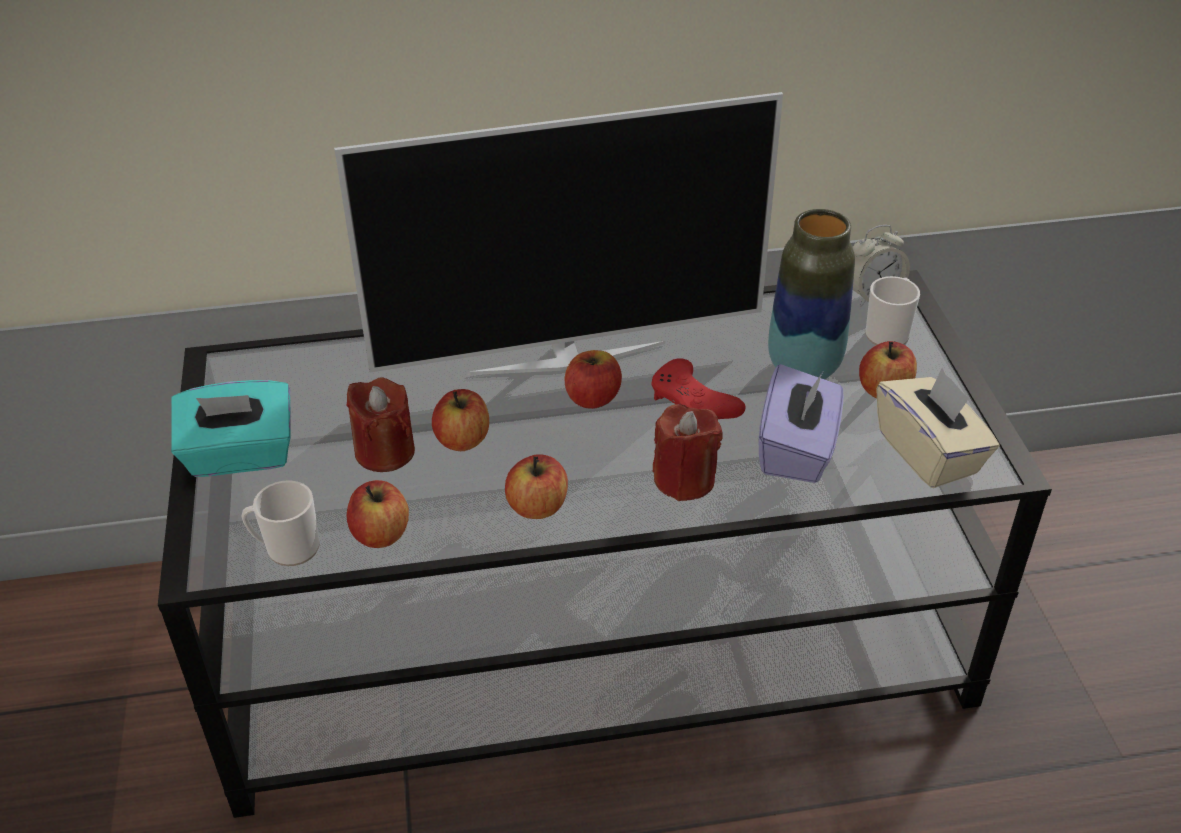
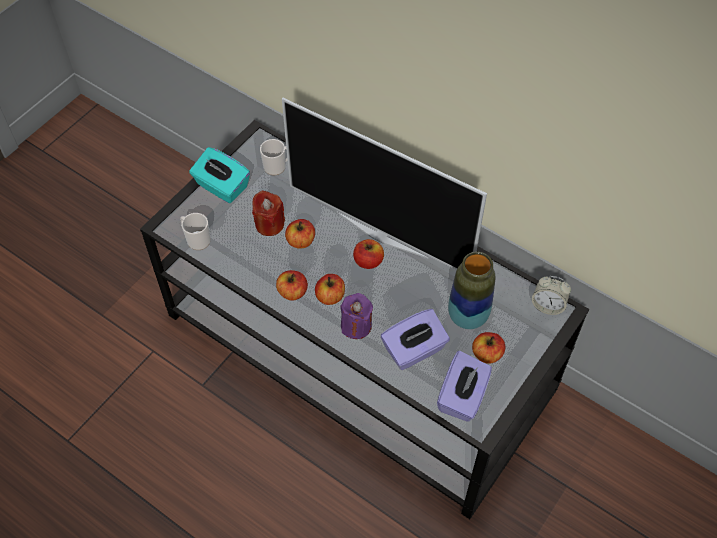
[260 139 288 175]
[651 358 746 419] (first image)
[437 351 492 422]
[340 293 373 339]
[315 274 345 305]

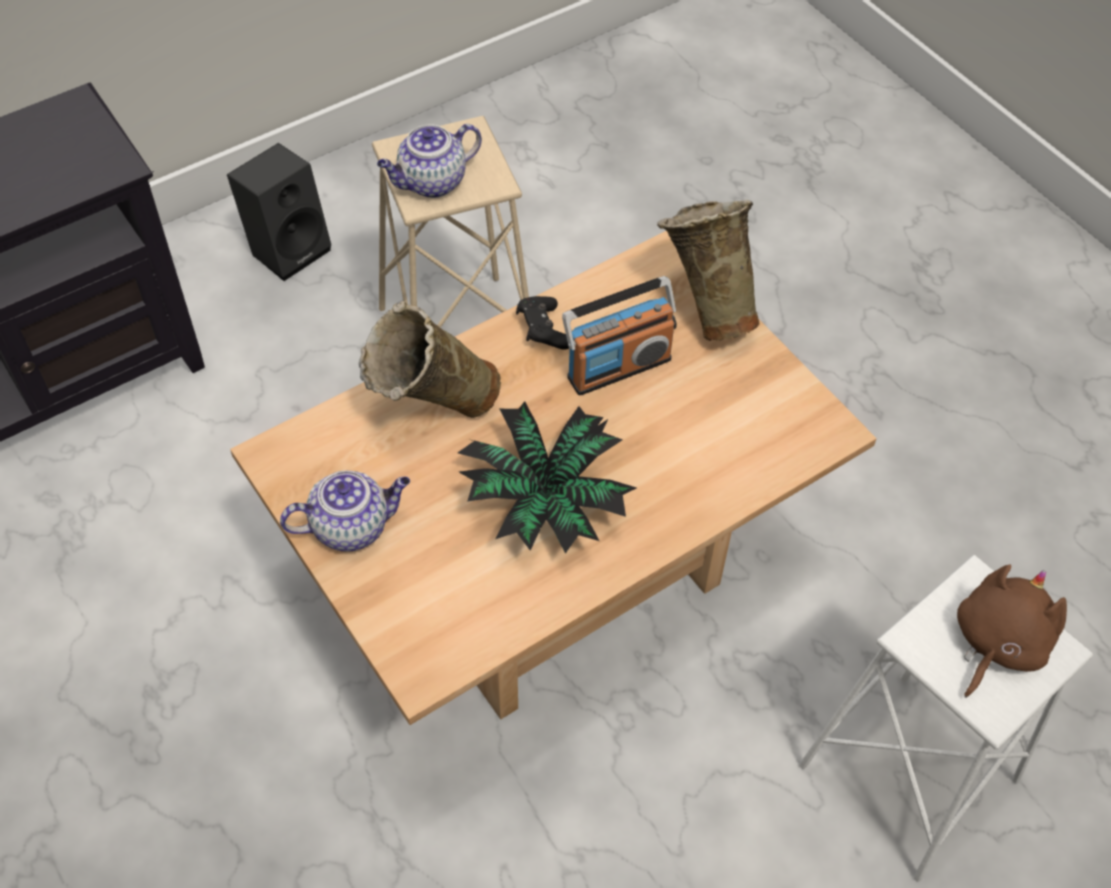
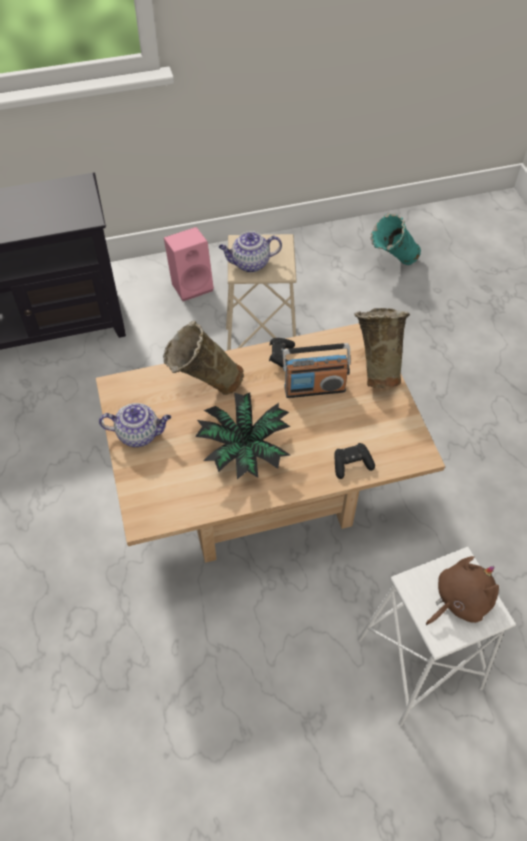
[164 227 214 301]
[370 213 421 265]
[334 443 375 479]

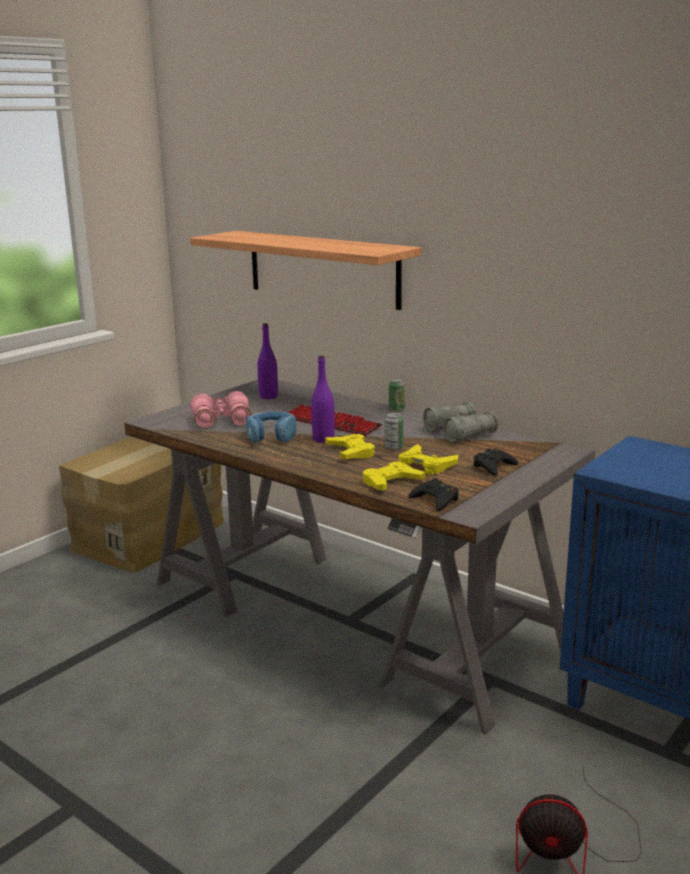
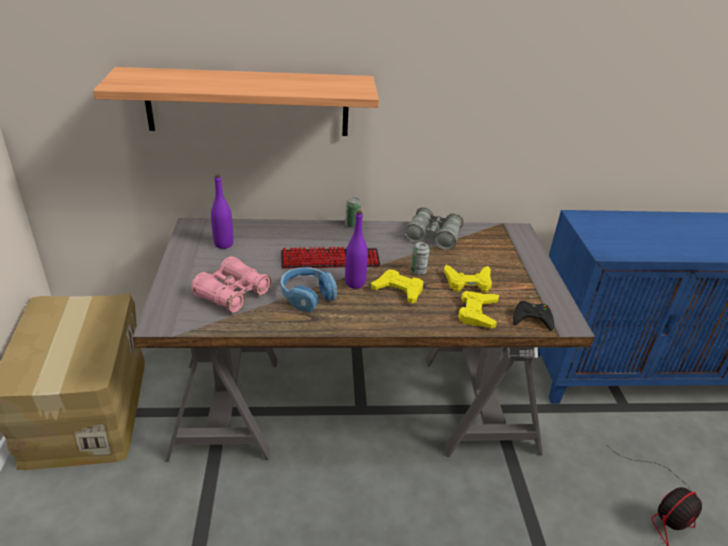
[473 449 518 476] (first image)

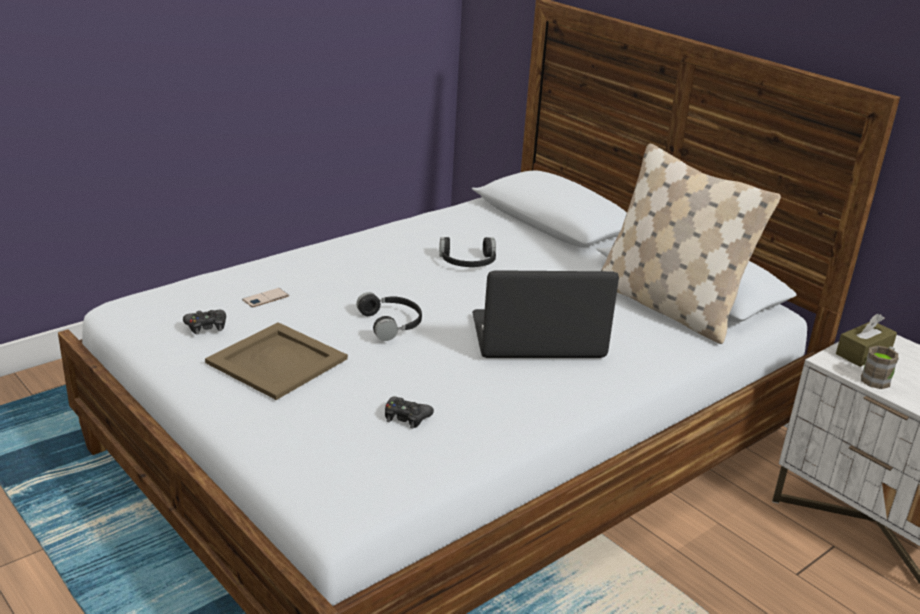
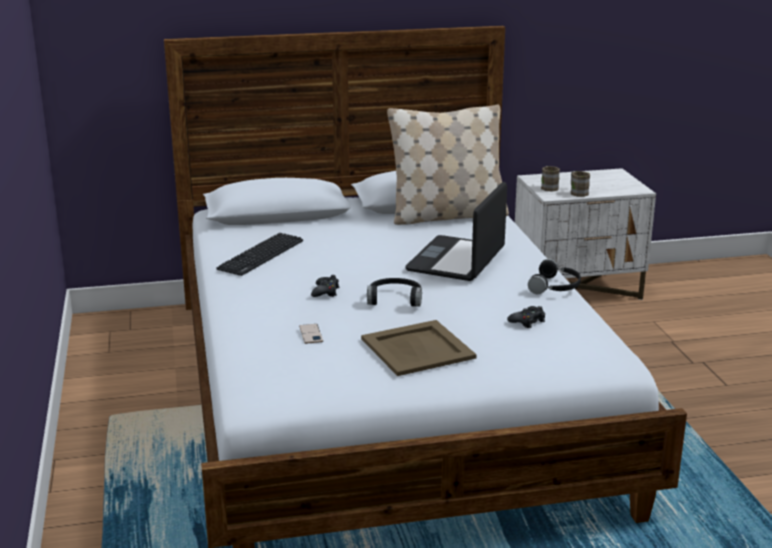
[528 259 581 294]
[311 275 340 297]
[541 166 560 192]
[216 233 303 276]

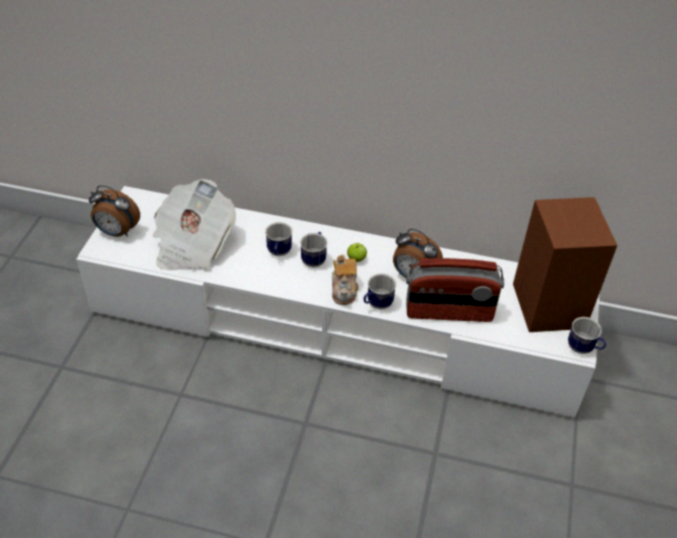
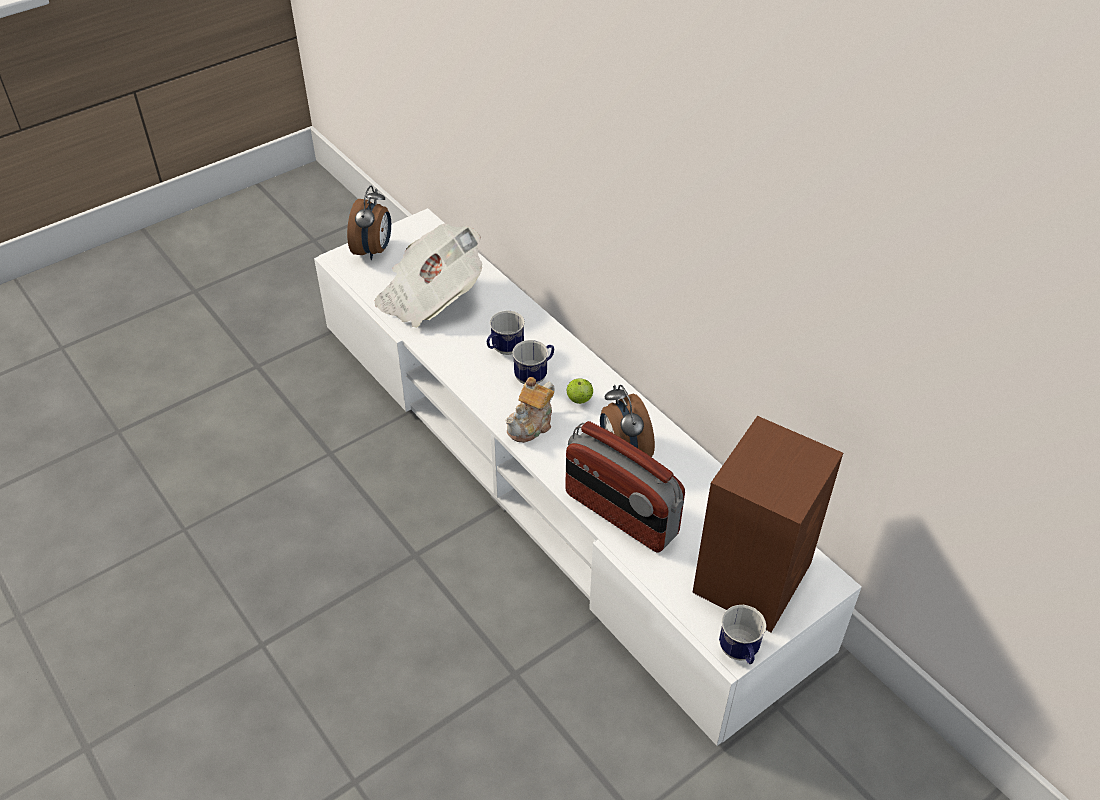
[347 186 391 260]
[364 273 396 309] (first image)

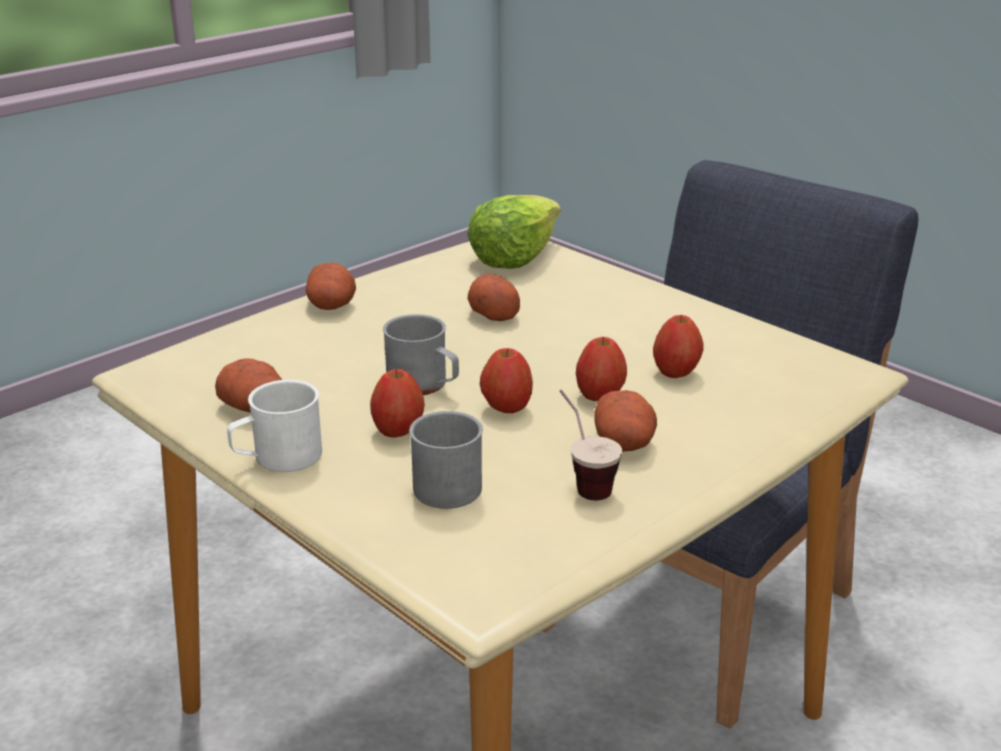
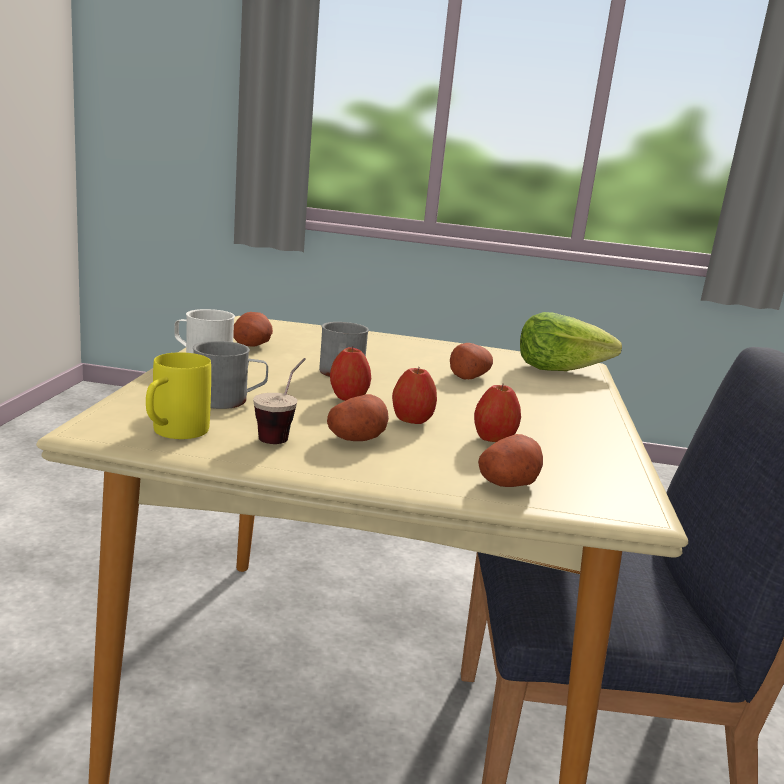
[478 434 543 487]
[370 369 425 438] (first image)
[146 352 211 439]

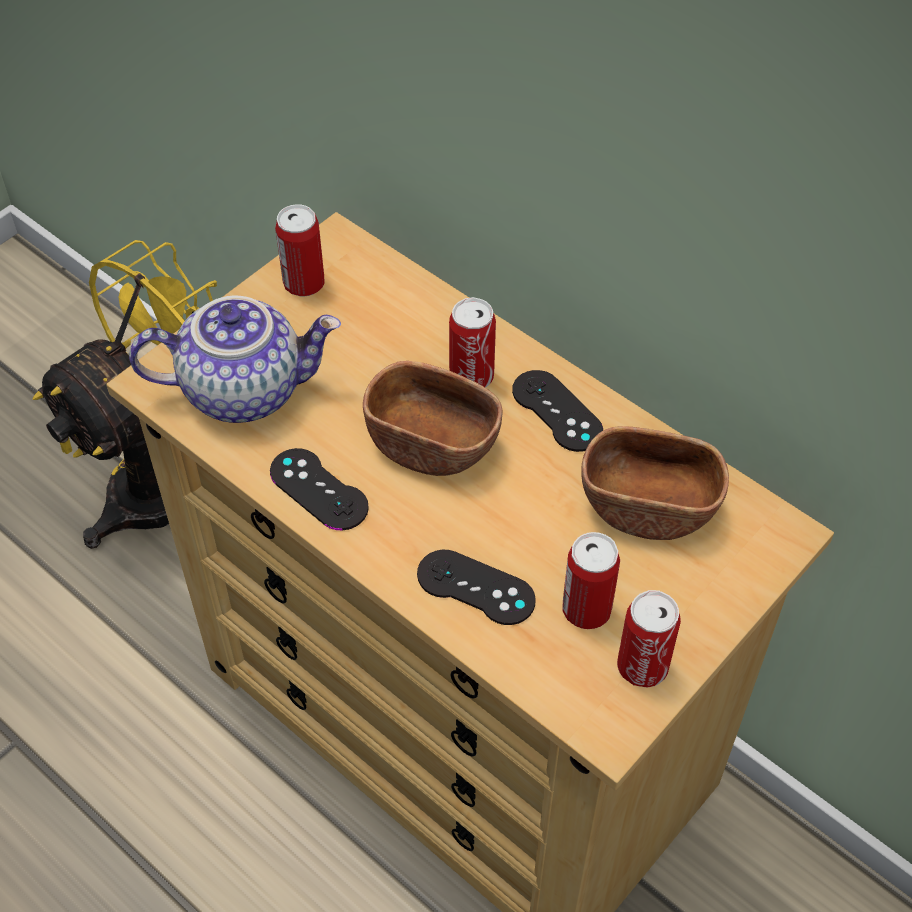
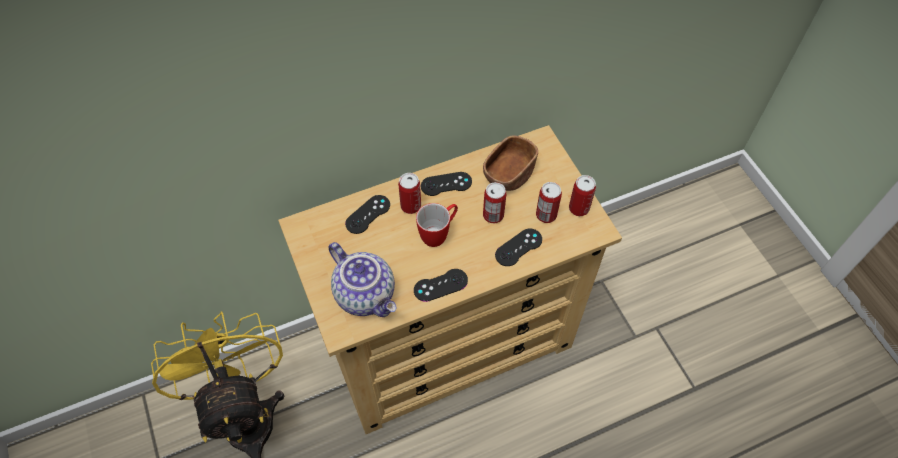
[483 182 506 223]
[328 242 396 317]
[416 203 458 247]
[345 195 390 234]

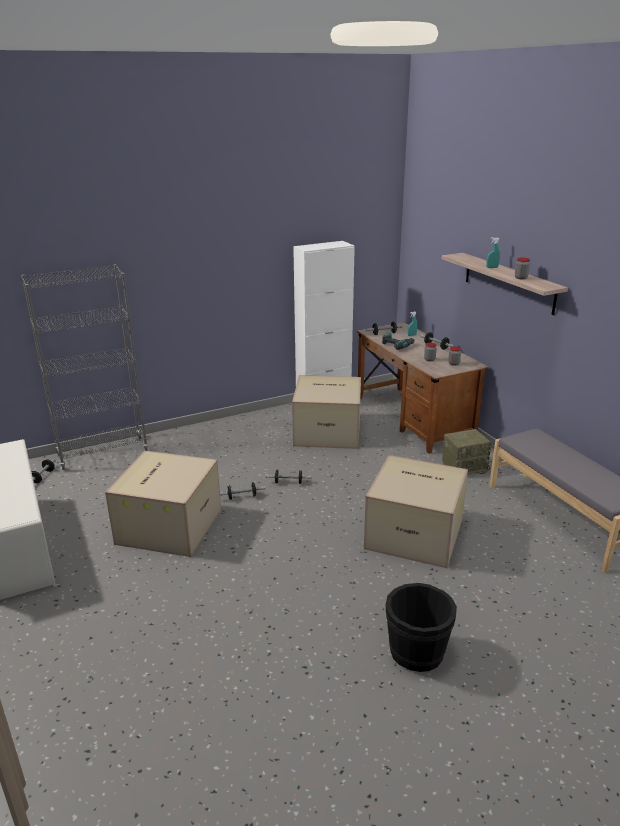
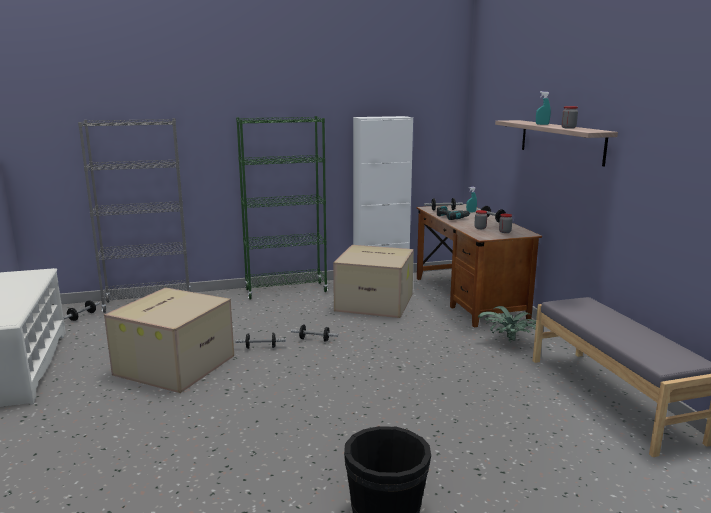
[478 306 536 342]
[364 455 468 568] (first image)
[236 116 328 299]

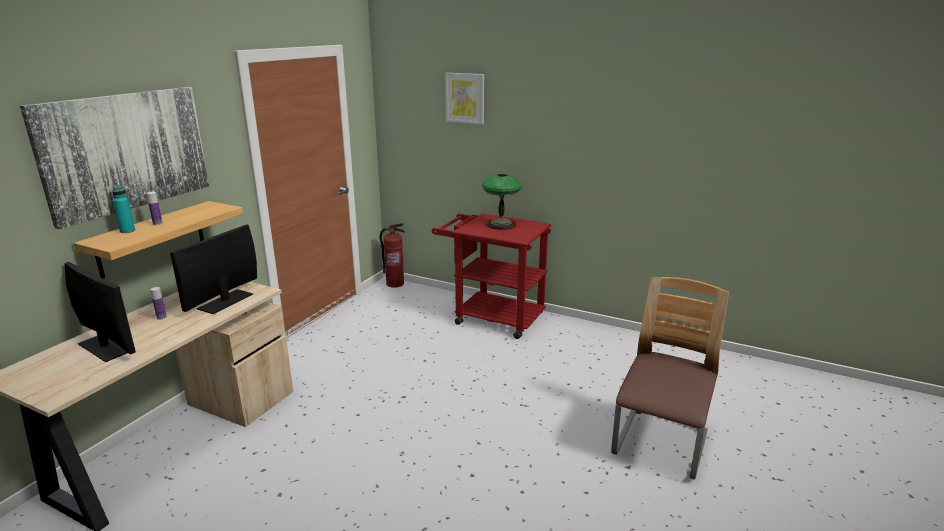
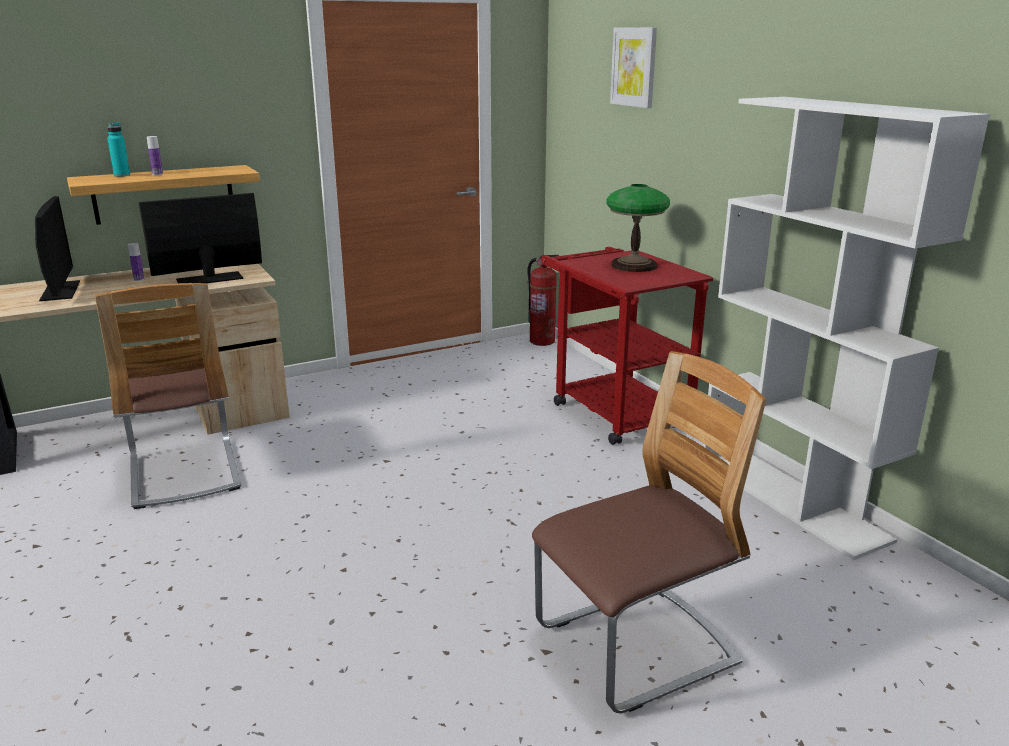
[20 87 209 229] (first image)
[703 97 990 560]
[95 283 241 509]

